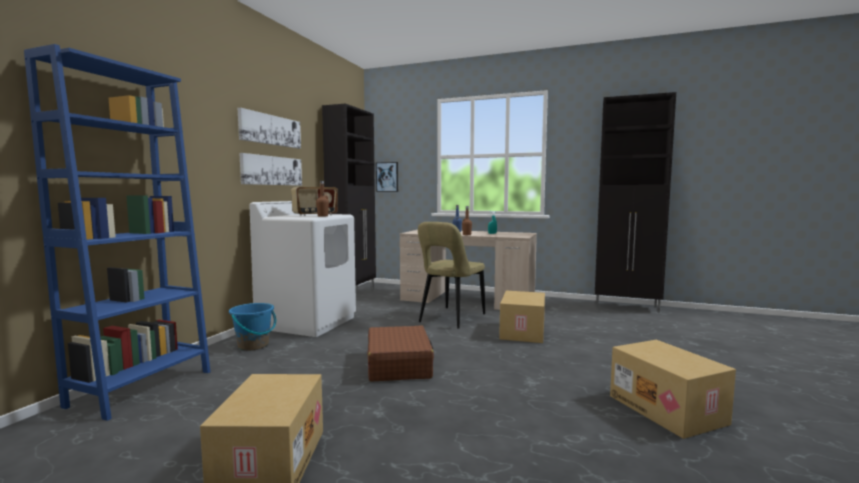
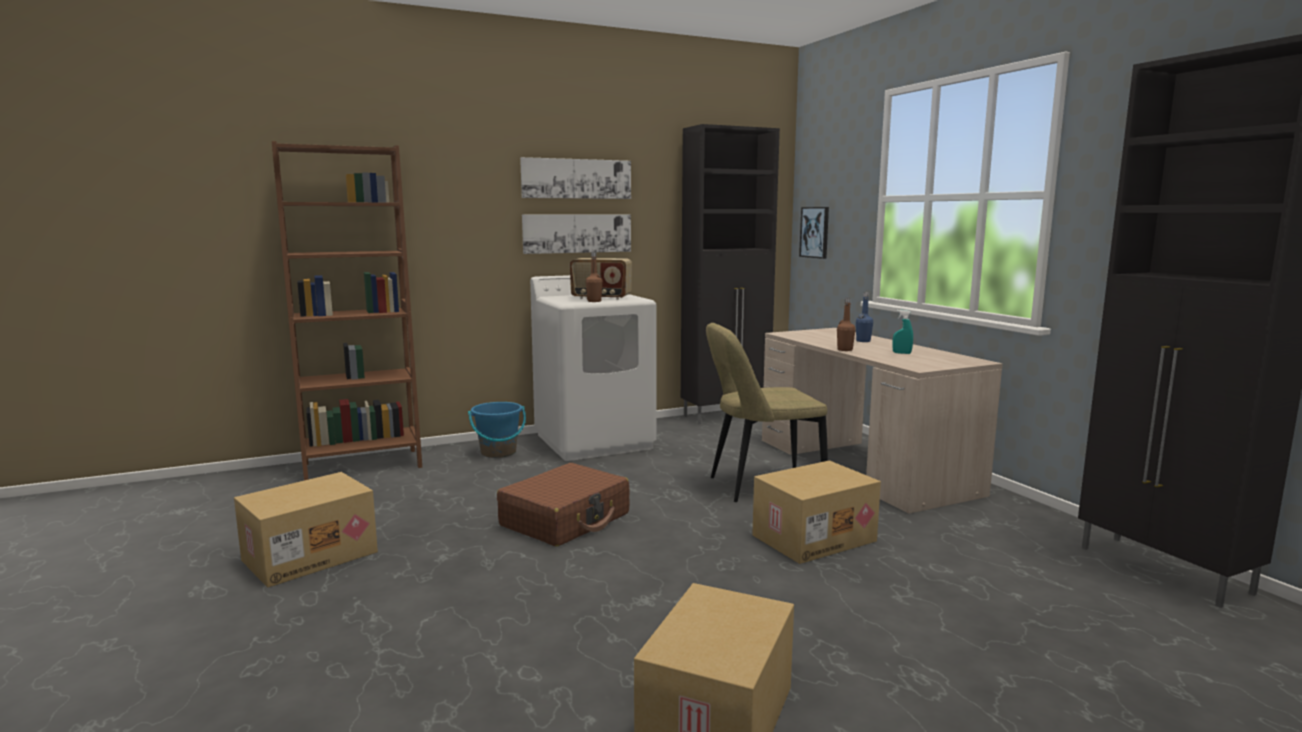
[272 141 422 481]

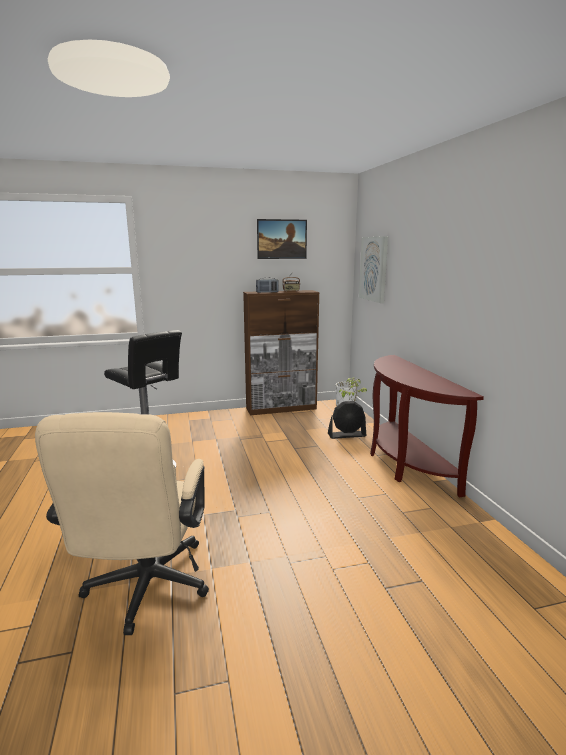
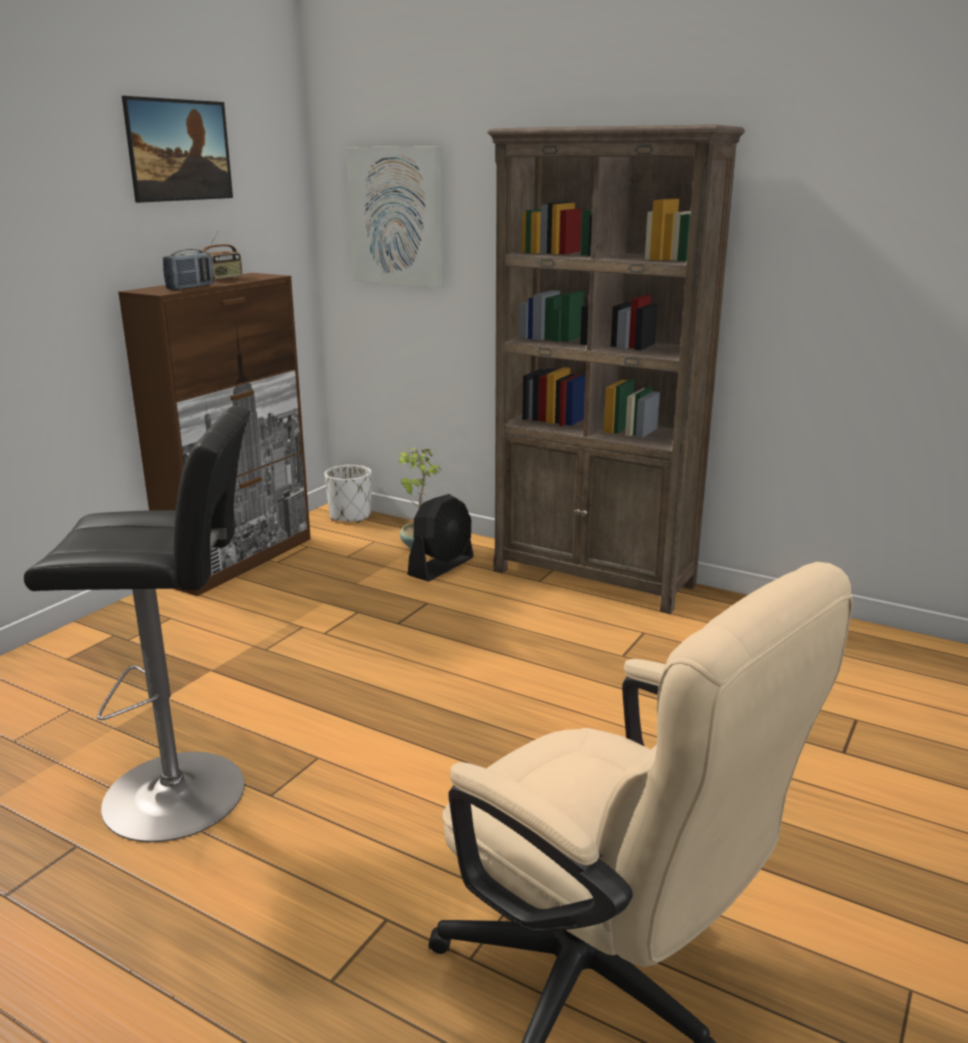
[487 125 745 614]

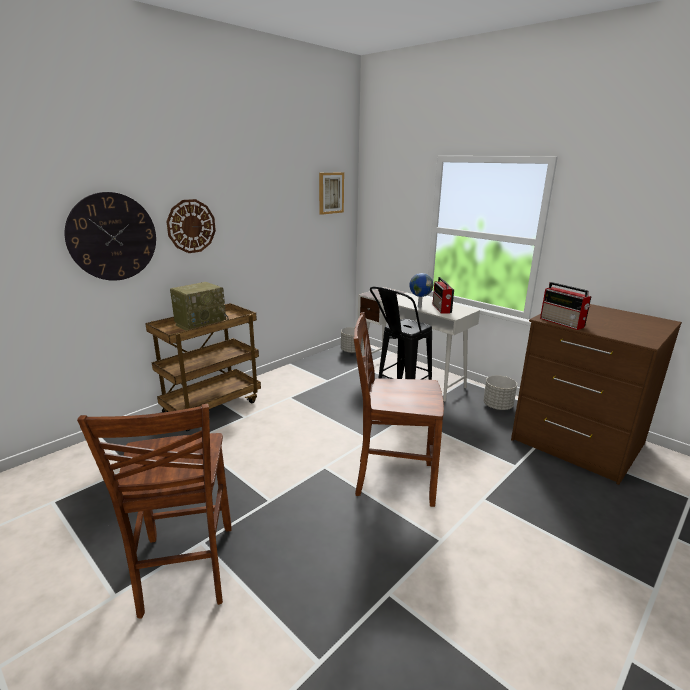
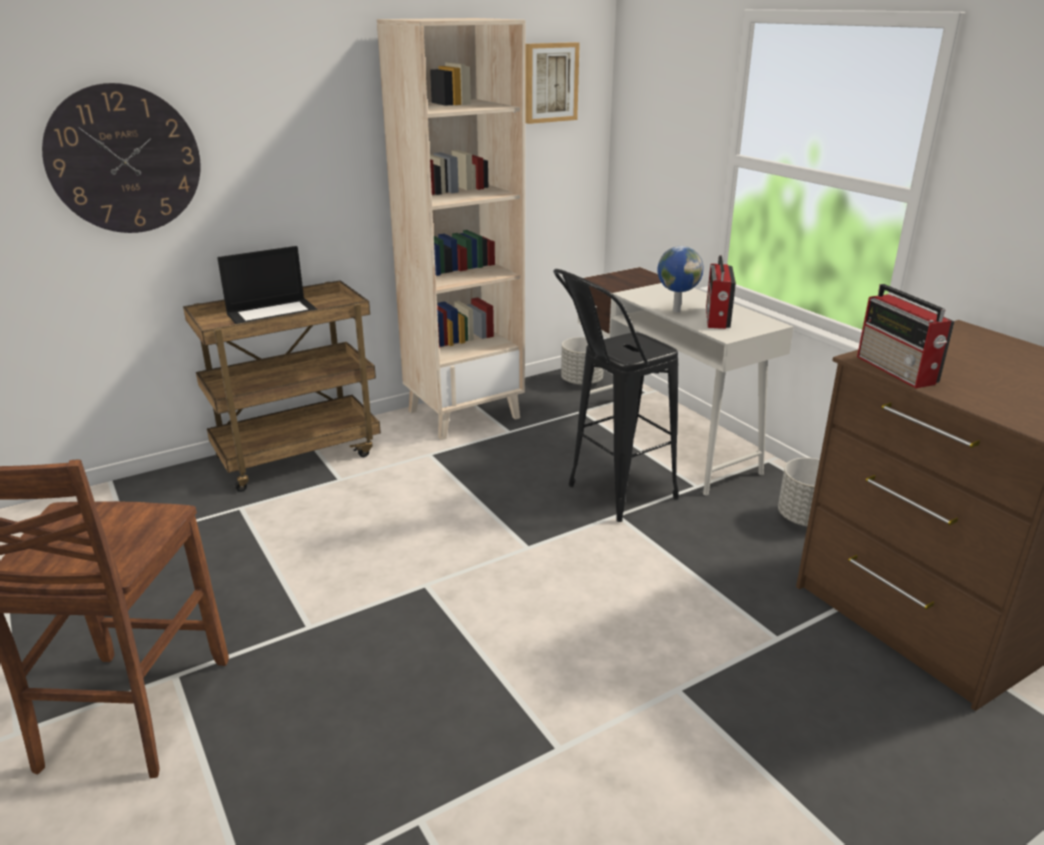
[166 199 216 253] (first image)
[217 246 317 324]
[353 312 444 507] (first image)
[377 18 525 440]

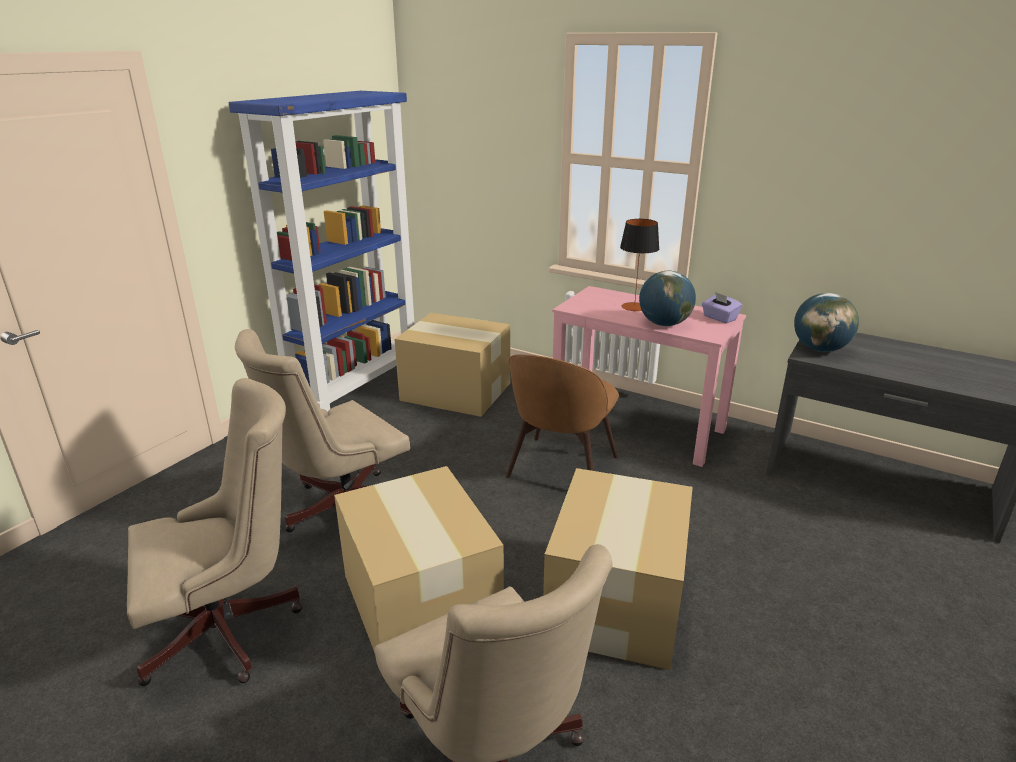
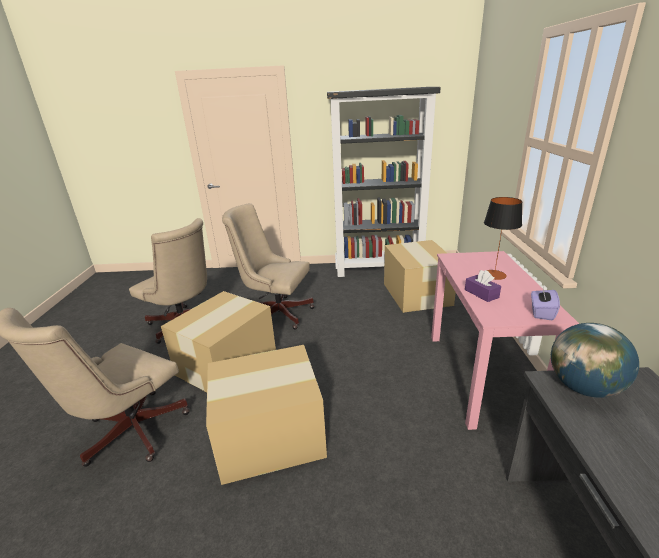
[327 87 441 277]
[465 270 501 302]
[506 354 619 478] (first image)

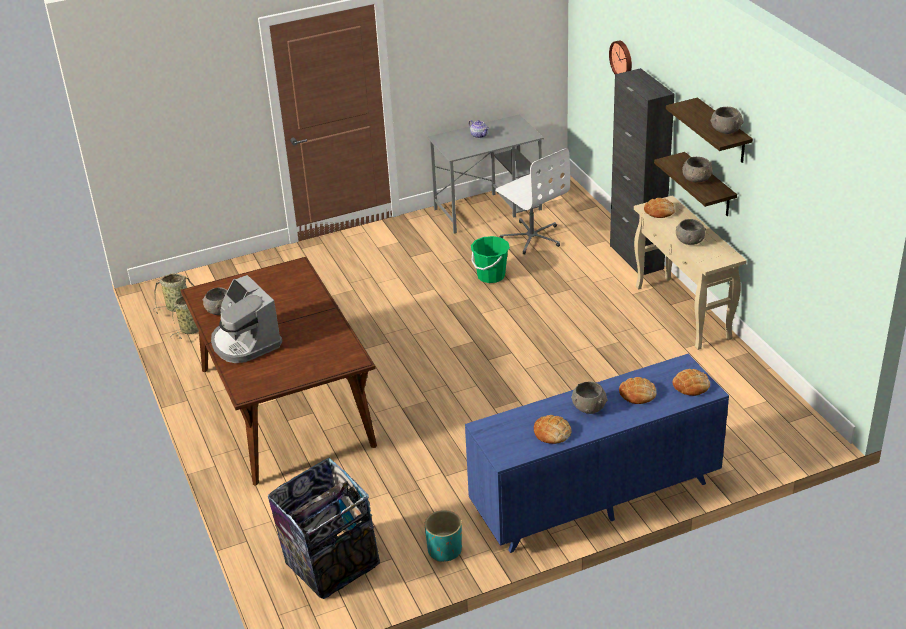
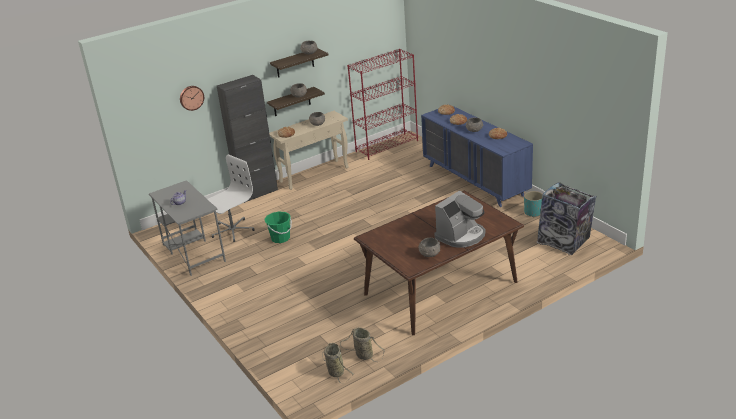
[347 49 418 160]

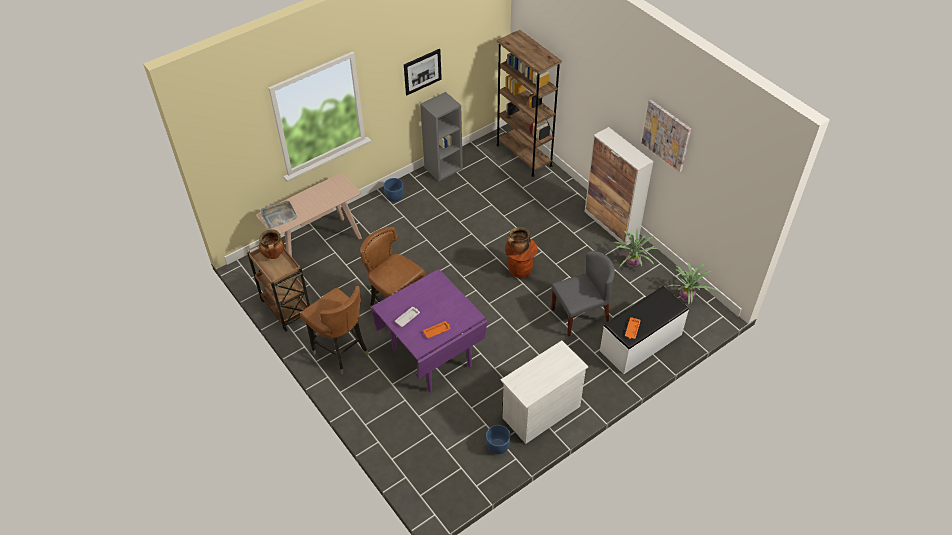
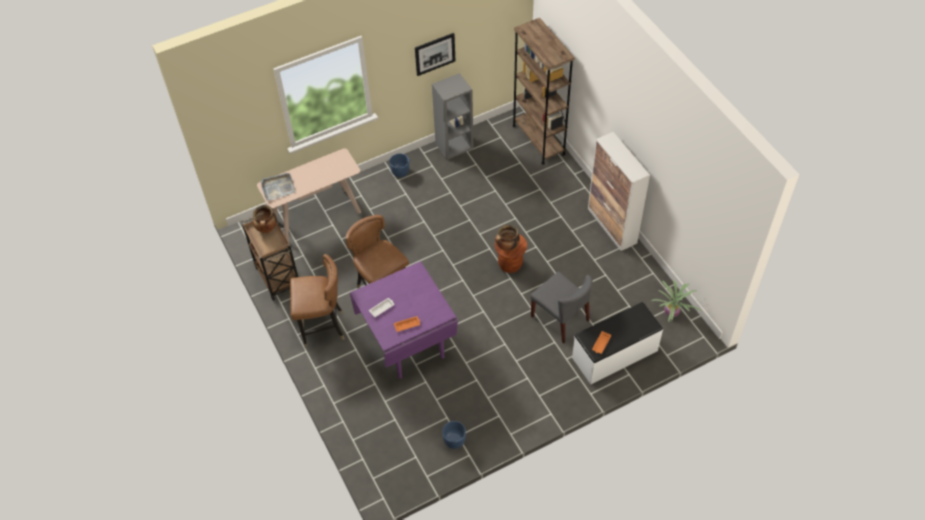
[642 100 691 172] (first image)
[615 229 657 267] (first image)
[530 271 592 344]
[290 254 345 348]
[501 341 588 444] (first image)

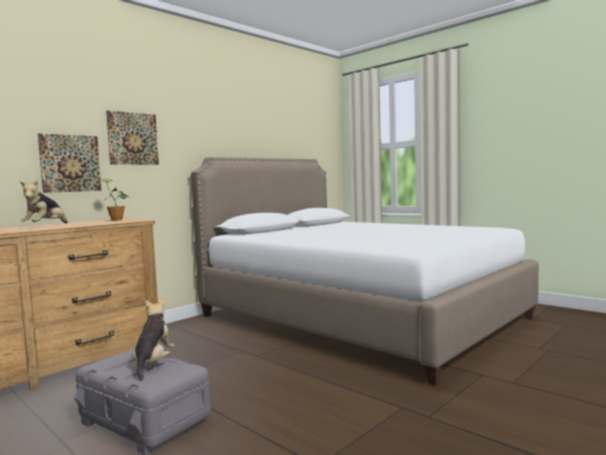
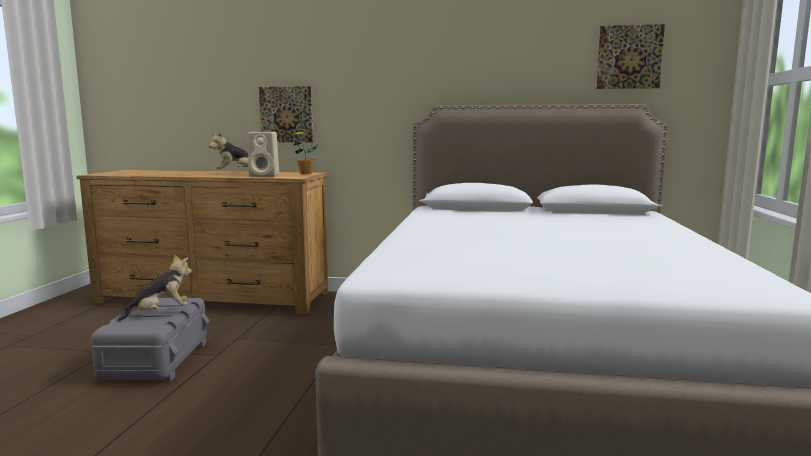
[597 24 665 89]
[248 132 279 177]

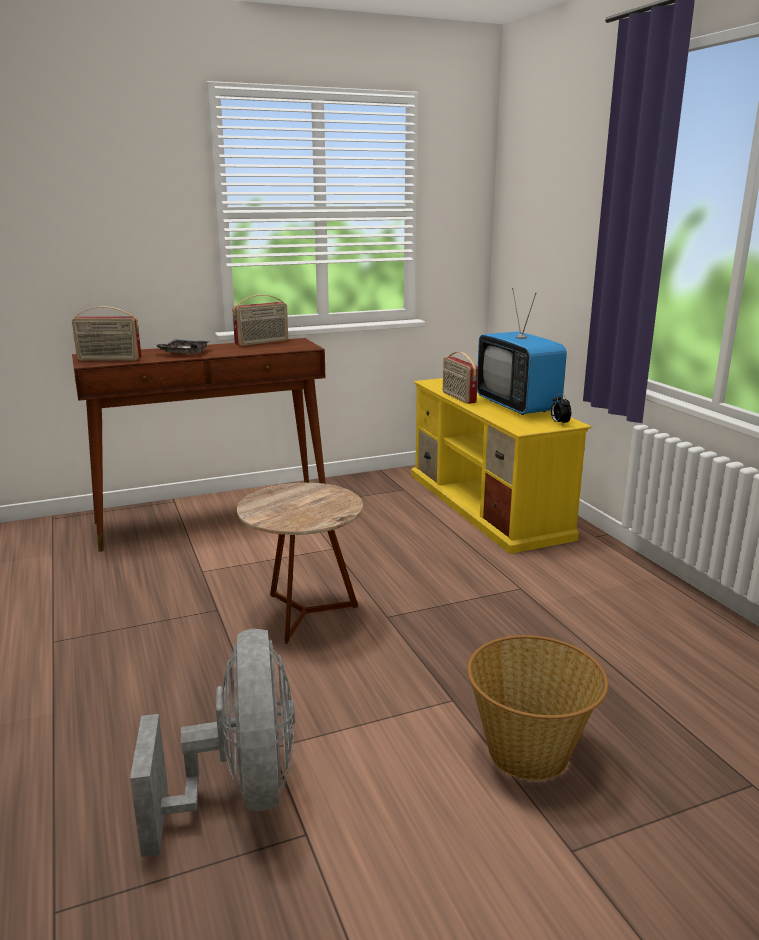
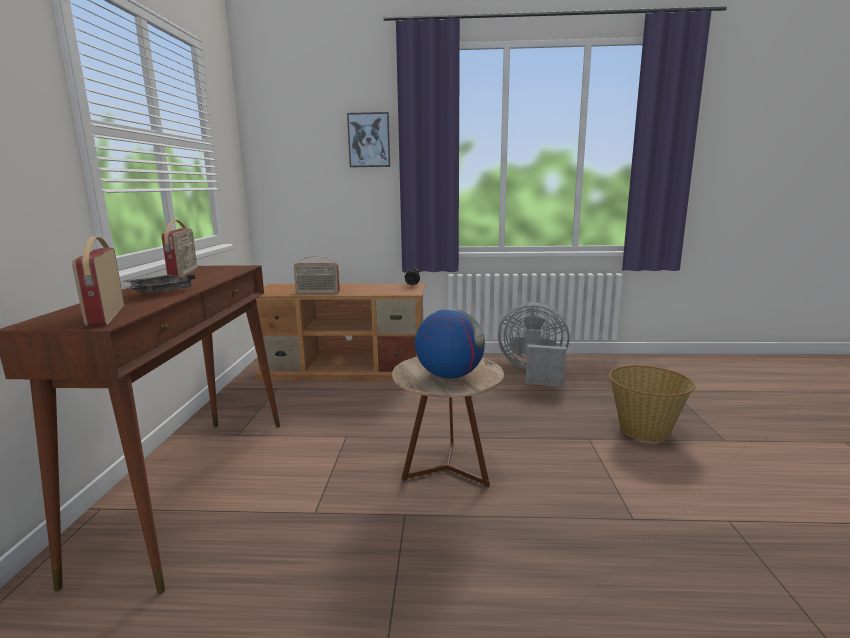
[477 288 567 415] (first image)
[72 237 124 327]
[255 283 425 381]
[498 303 569 387]
[347 112 390 167]
[415 308 485 379]

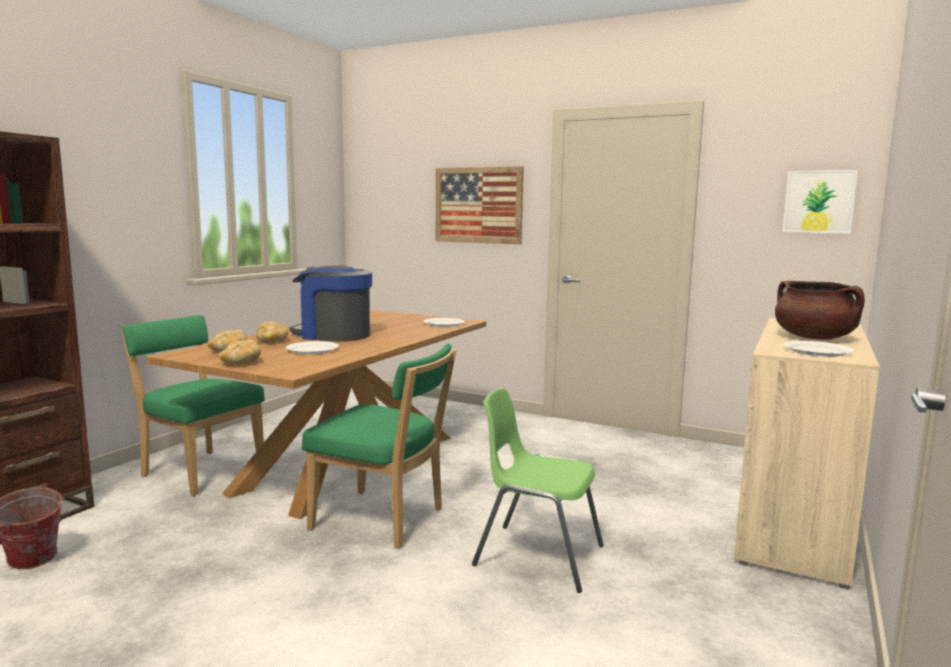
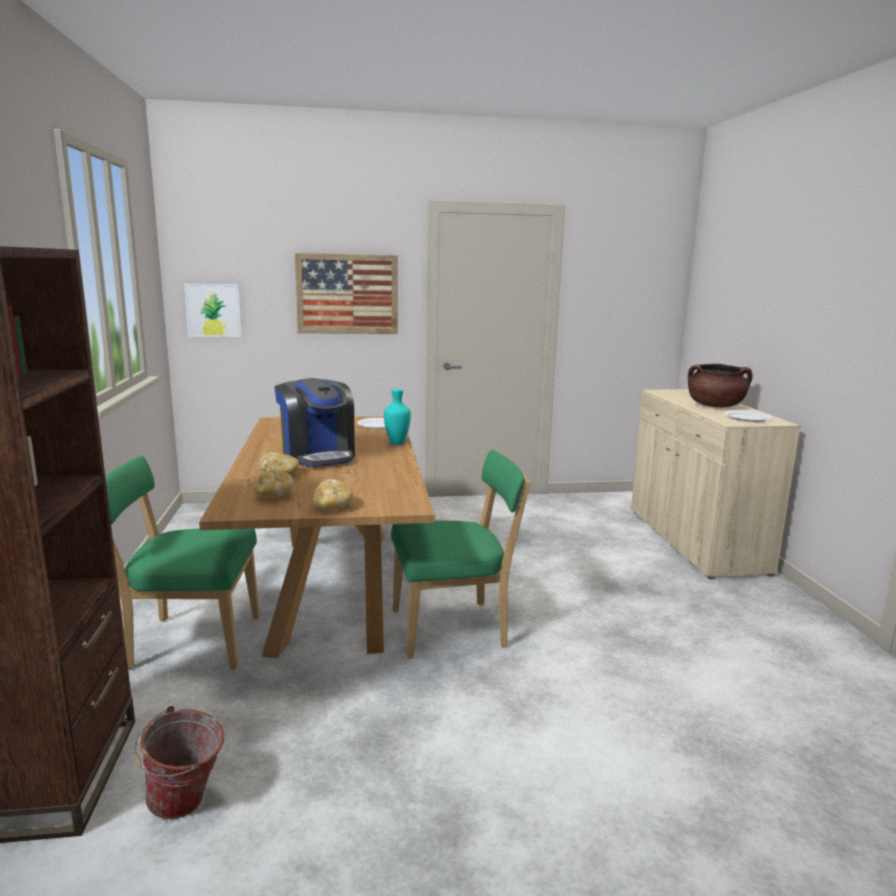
[184 284 242 337]
[274 378 355 467]
[286 341 339 354] (first image)
[472 388 604 593] (first image)
[384 389 411 445]

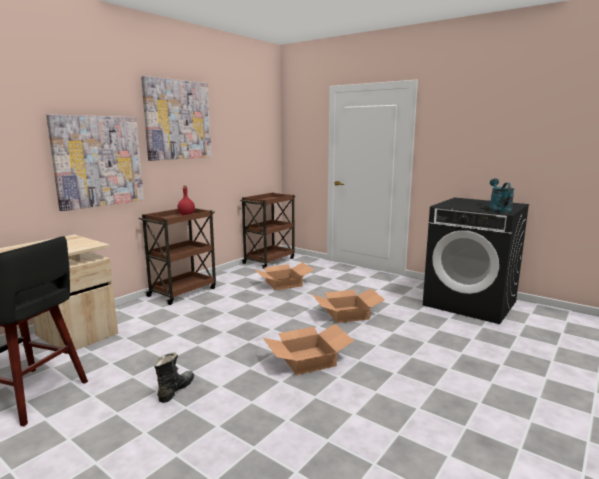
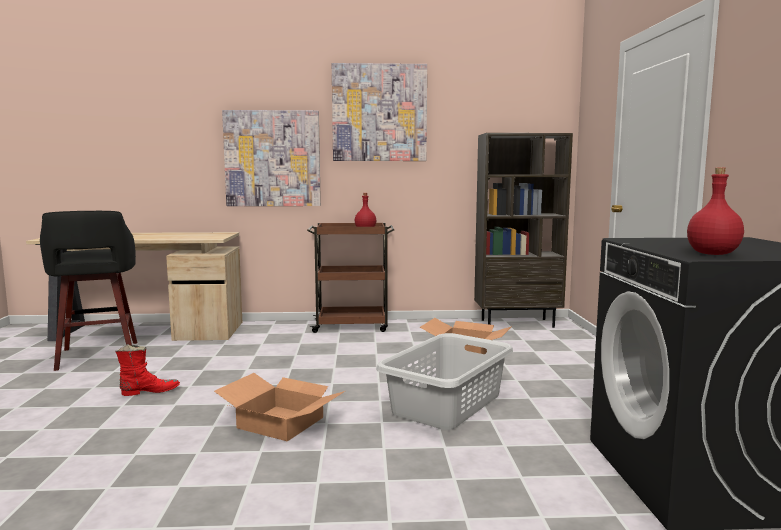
[687 168 744 255]
[474 133 573 328]
[376 333 513 430]
[115 344 180 396]

